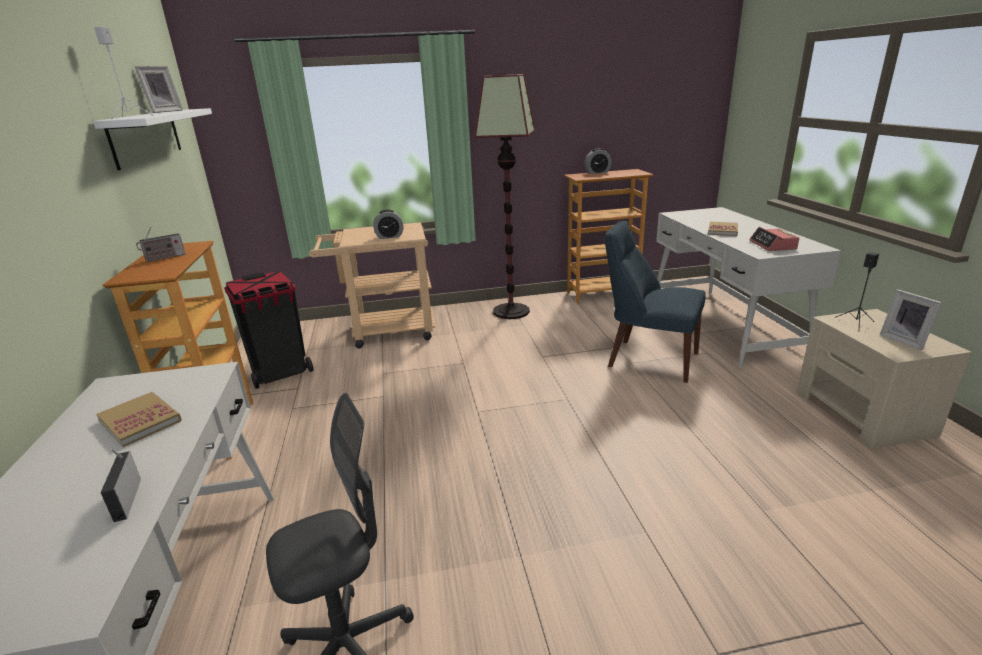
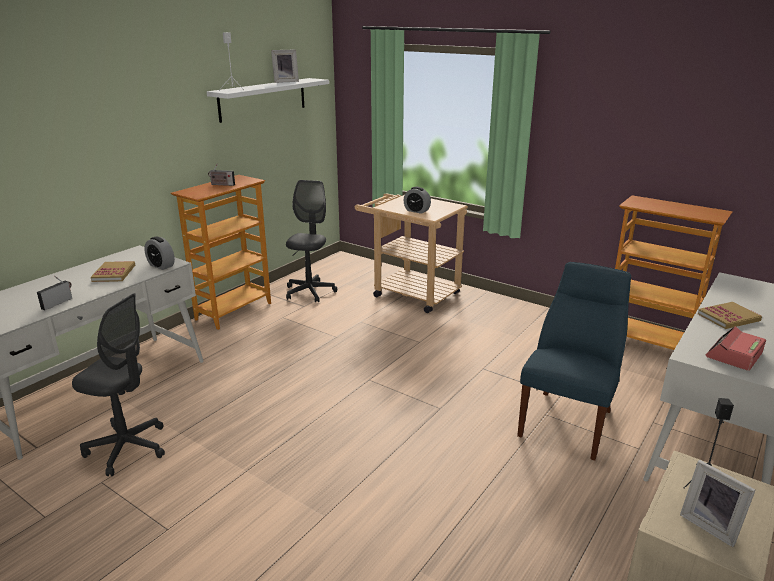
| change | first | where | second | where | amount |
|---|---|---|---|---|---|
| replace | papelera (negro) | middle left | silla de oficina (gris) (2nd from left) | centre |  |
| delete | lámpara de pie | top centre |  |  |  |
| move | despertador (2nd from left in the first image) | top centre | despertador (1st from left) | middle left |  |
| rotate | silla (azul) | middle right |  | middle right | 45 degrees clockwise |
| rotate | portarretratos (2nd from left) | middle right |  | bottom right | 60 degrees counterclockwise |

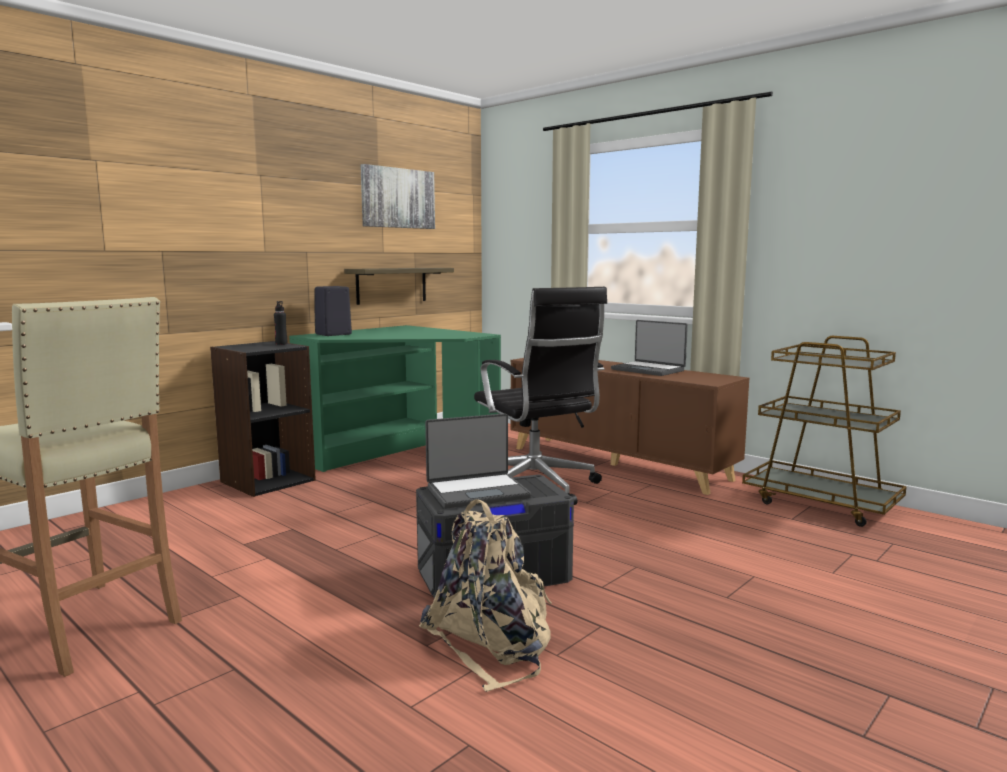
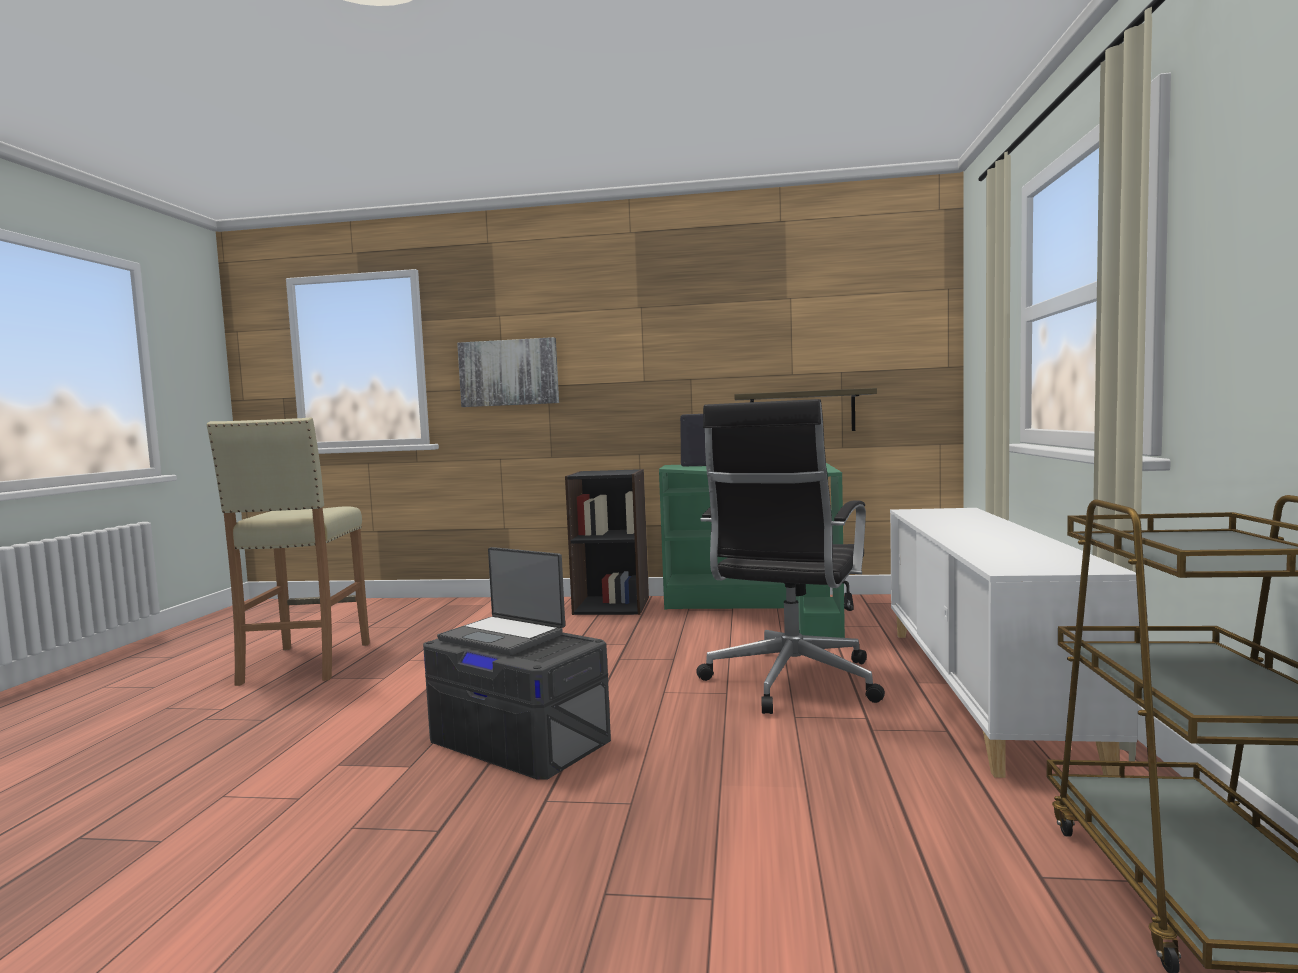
| change | first | where | second | where | amount |
|---|---|---|---|---|---|
| delete | botella (negro) | middle left |  |  |  |
| move | cuadro | top centre |  | centre |  |
| delete | mochila (beis) | bottom centre |  |  |  |
| recolor | armario (marrón) | centre | armario (blanco) | middle right |  |
| delete | portátil (2nd from left) | centre |  |  |  |

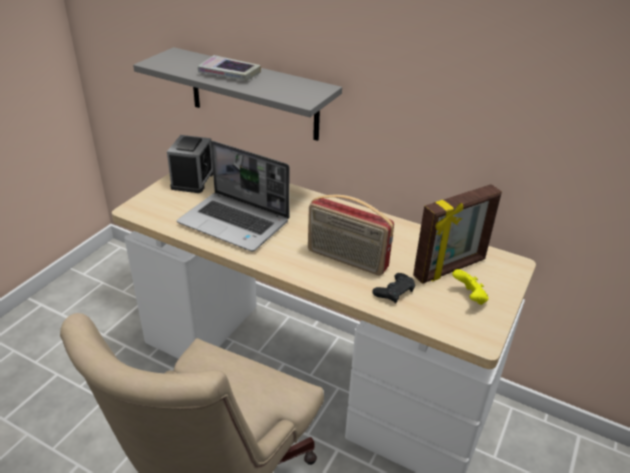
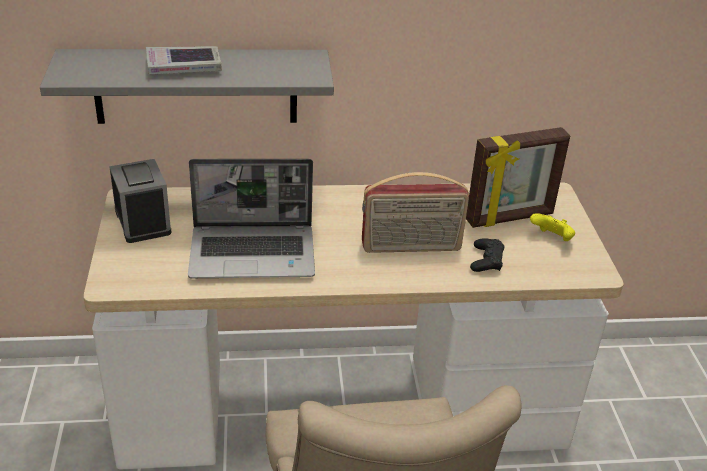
| change | first | where | second | where | amount |
|---|---|---|---|---|---|
| rotate | portarretratos | middle right |  | middle right | 45 degrees clockwise |

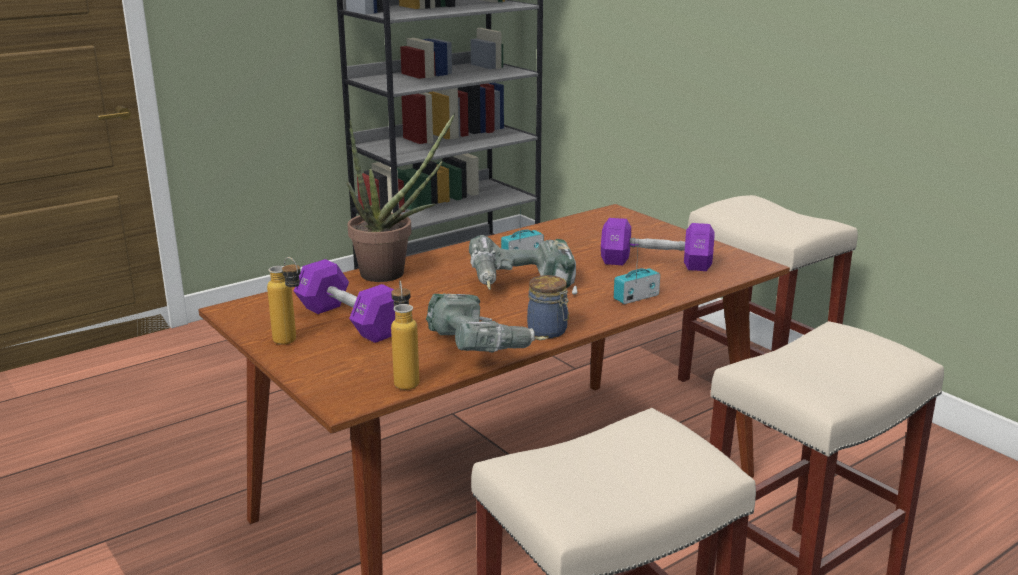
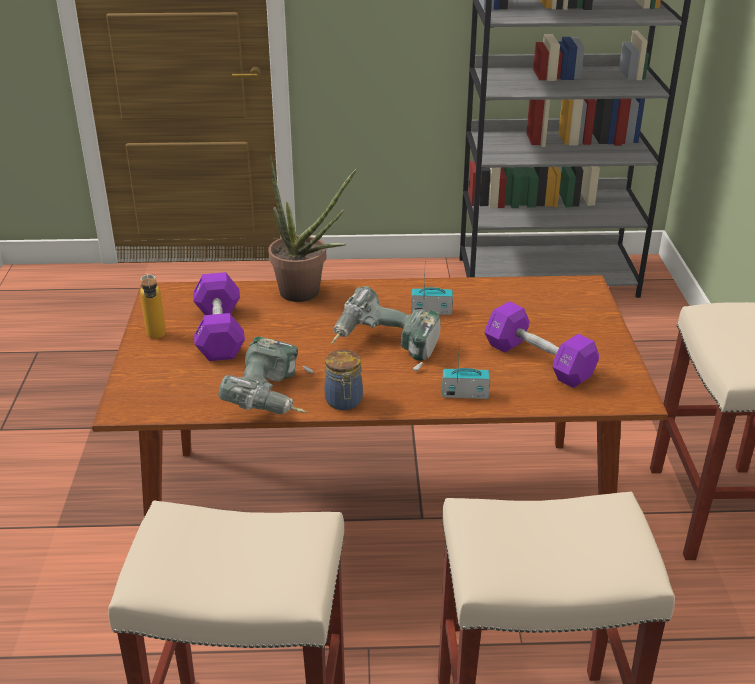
| change | first | where | second | where | amount |
|---|---|---|---|---|---|
| delete | botella (2nd from left) | centre |  |  |  |

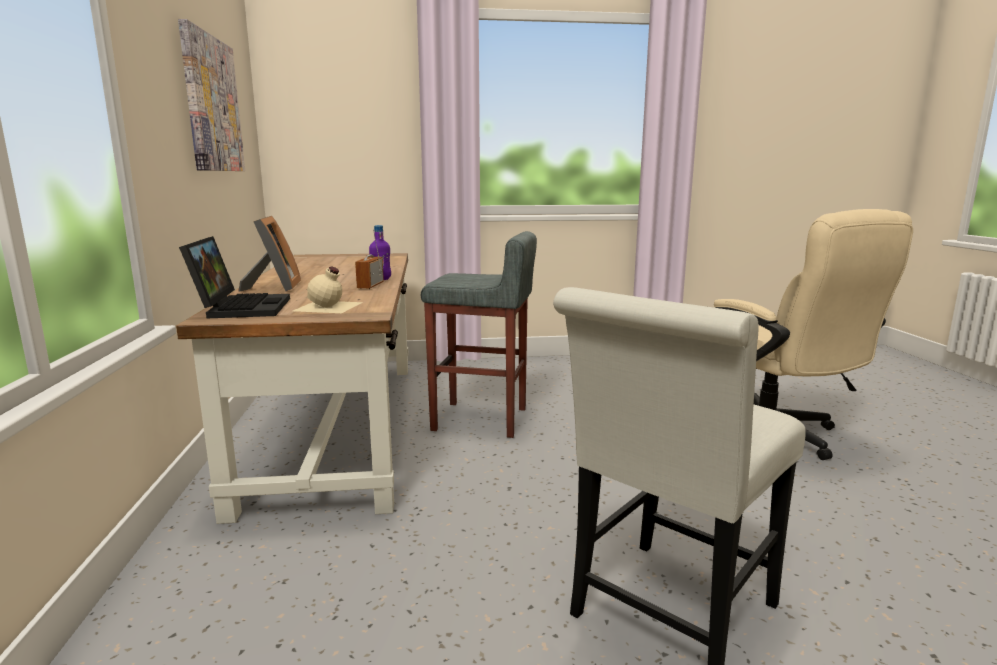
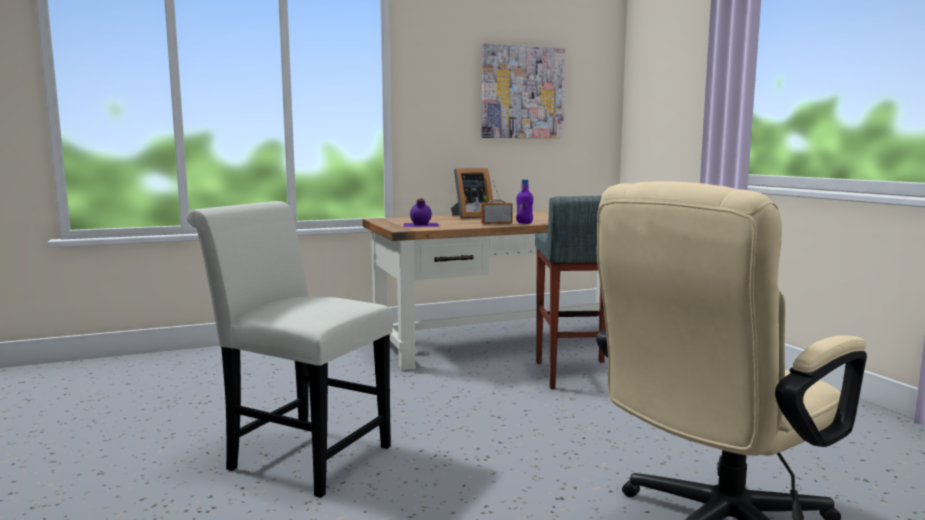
| change | first | where | second | where | amount |
|---|---|---|---|---|---|
| delete | portátil | middle left |  |  |  |
| recolor | botella (beis) | middle left | botella (morado) (1st from left) | centre |  |

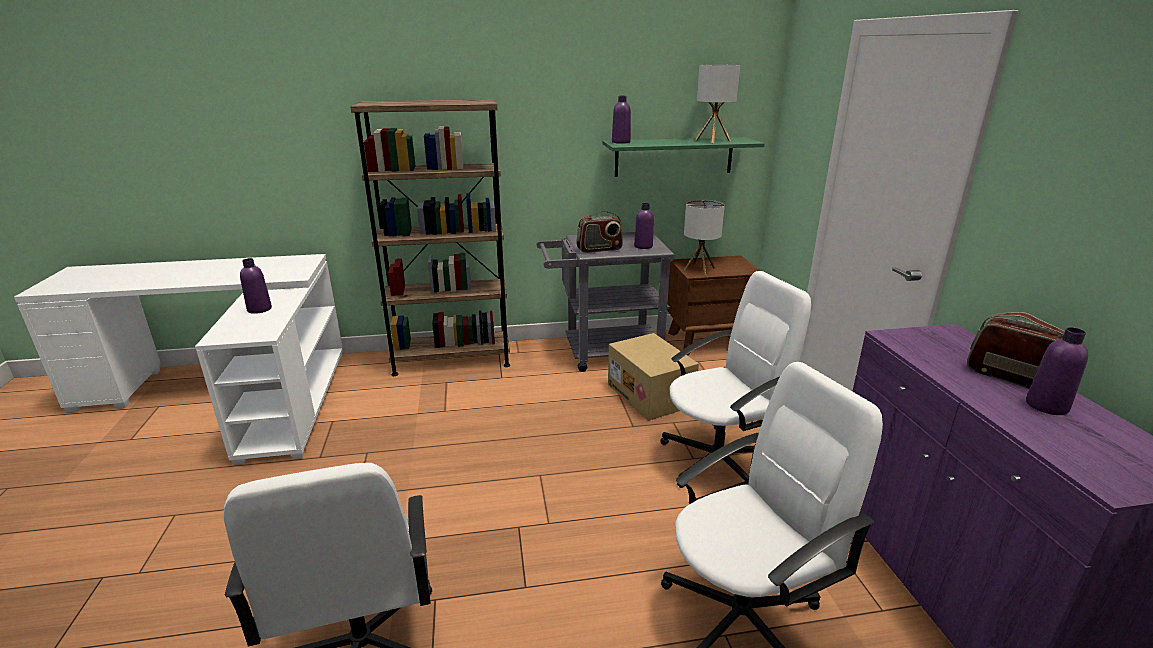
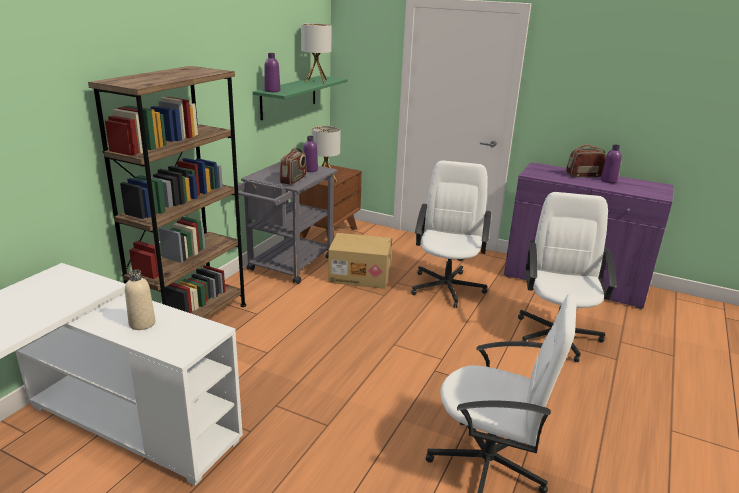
| change | first | where | second | where | amount |
|---|---|---|---|---|---|
| recolor | botella (morado) (1st from left) | middle left | botella (beis) | middle left |  |

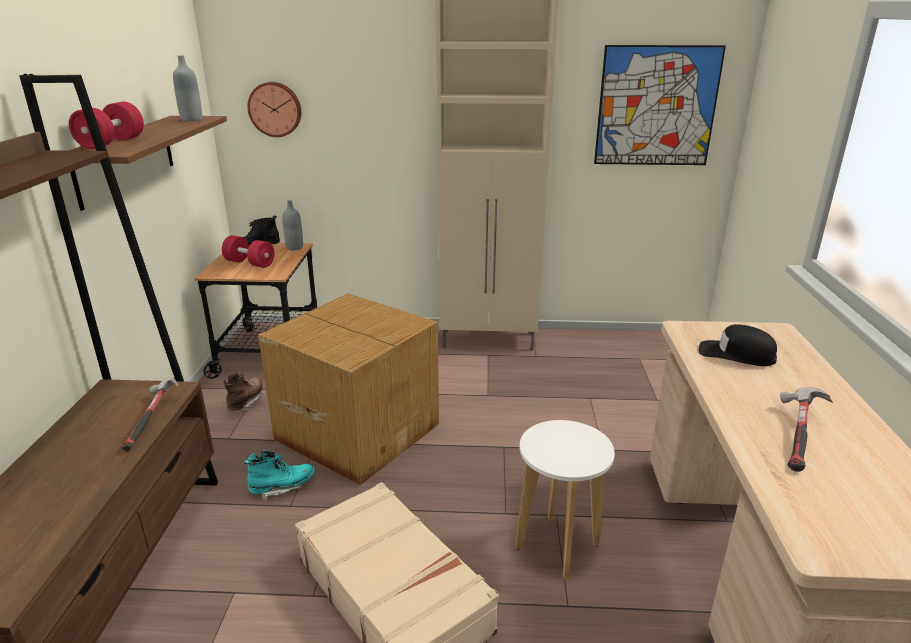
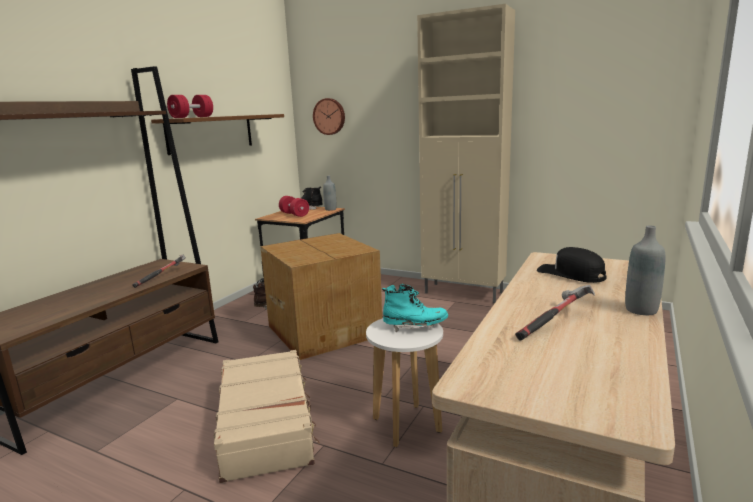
| change | first | where | second | where | amount |
|---|---|---|---|---|---|
| move | botella (gris) (1st from left in the first image) | top left | botella (gris) (2nd from left) | middle right |  |
| move | bota (turquesa) | bottom left |  | centre |  |
| delete | cuadro | top right |  |  |  |

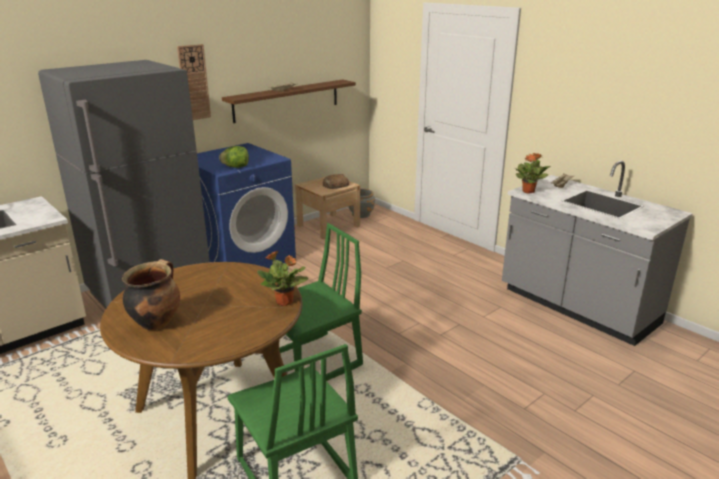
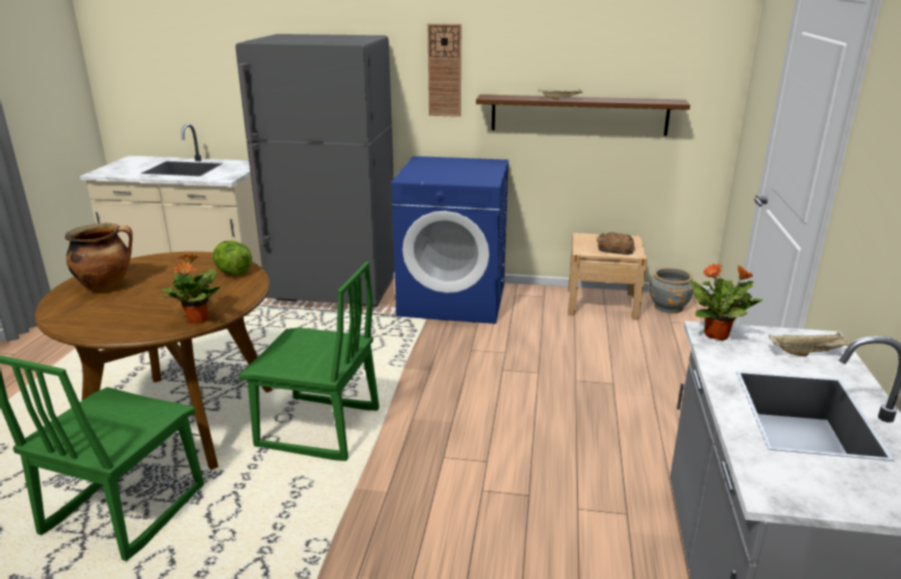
| change | first | where | second | where | amount |
|---|---|---|---|---|---|
| move | lechuga | top left |  | middle left |  |

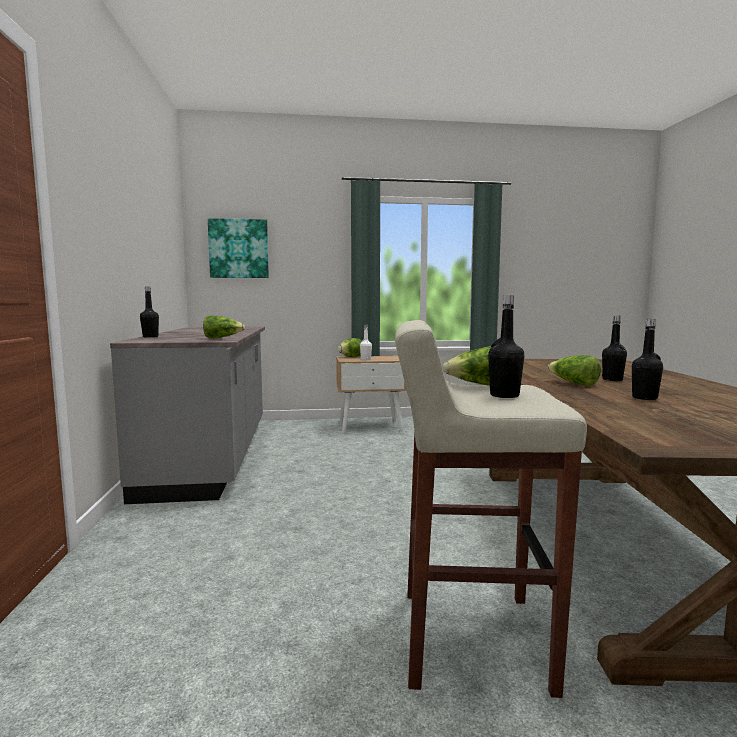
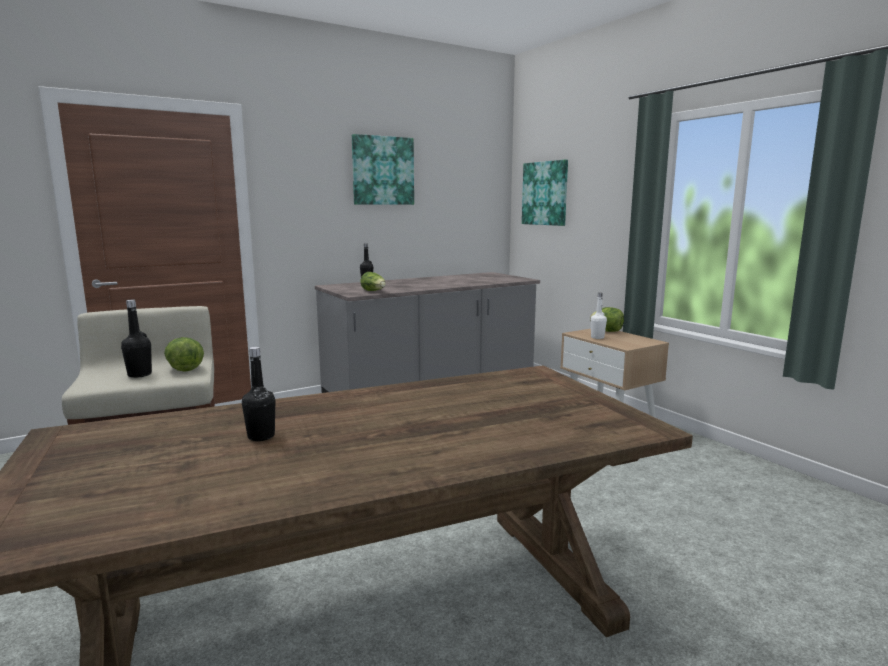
| change | first | where | second | where | amount |
|---|---|---|---|---|---|
| delete | lechuga (4th from left) | middle right |  |  |  |
| delete | botella (negro) (3rd from left) | middle right |  |  |  |
| insert |  |  | cuadro (1st from left) | top centre |  |

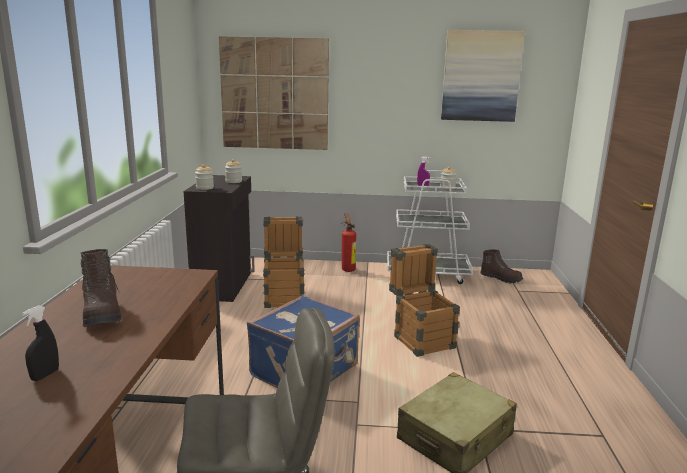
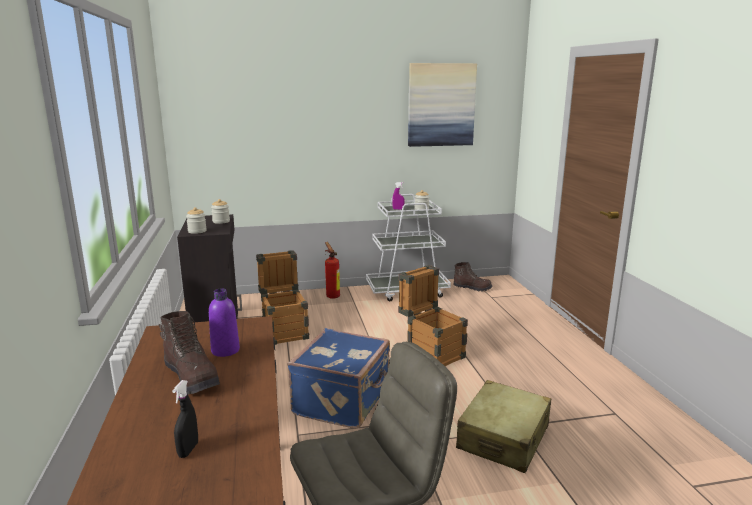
| change | first | where | second | where | amount |
|---|---|---|---|---|---|
| delete | cuadro (1st from left) | top centre |  |  |  |
| insert |  |  | botella (morado) | middle left |  |

